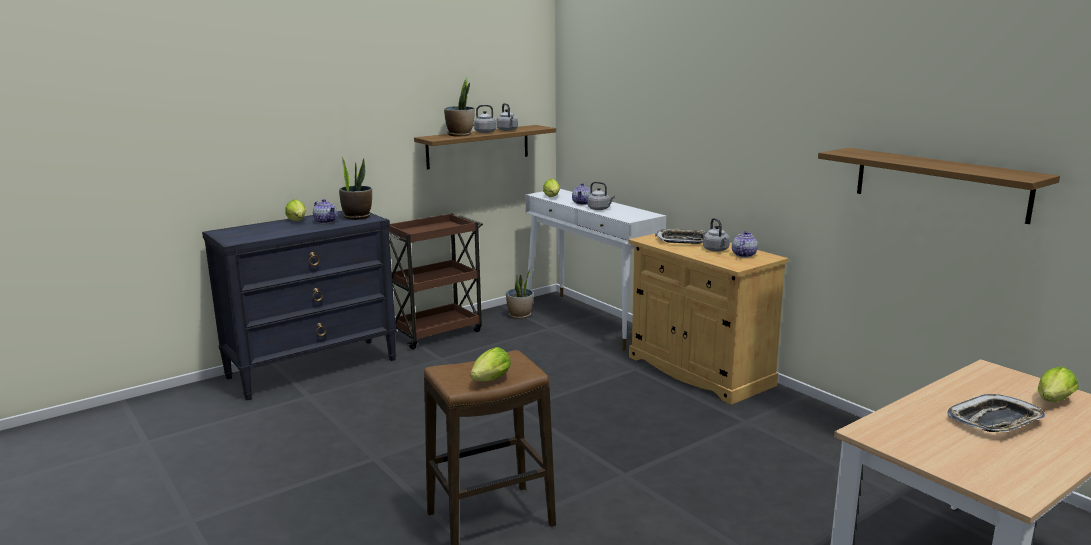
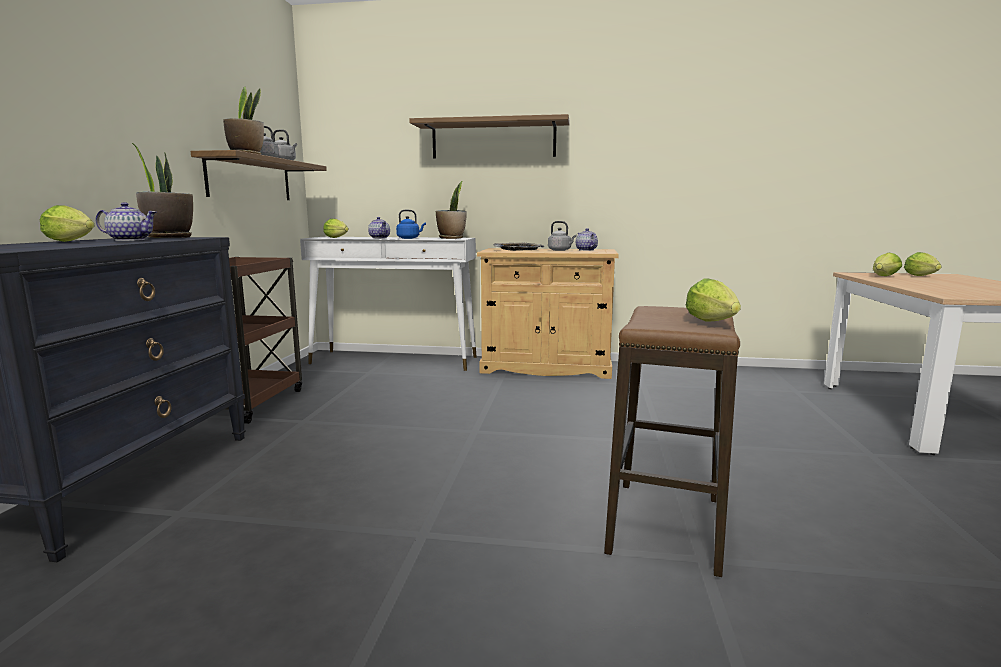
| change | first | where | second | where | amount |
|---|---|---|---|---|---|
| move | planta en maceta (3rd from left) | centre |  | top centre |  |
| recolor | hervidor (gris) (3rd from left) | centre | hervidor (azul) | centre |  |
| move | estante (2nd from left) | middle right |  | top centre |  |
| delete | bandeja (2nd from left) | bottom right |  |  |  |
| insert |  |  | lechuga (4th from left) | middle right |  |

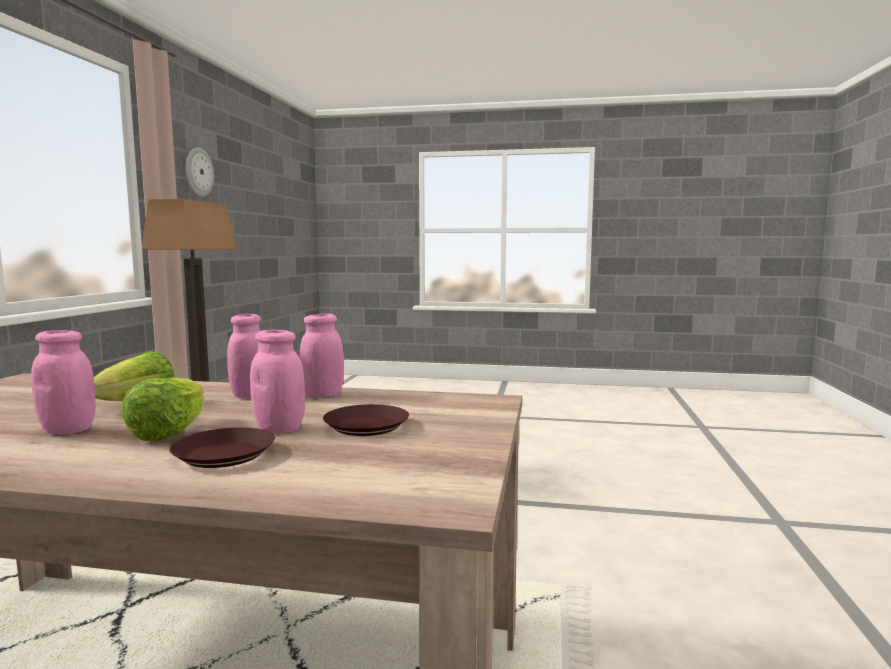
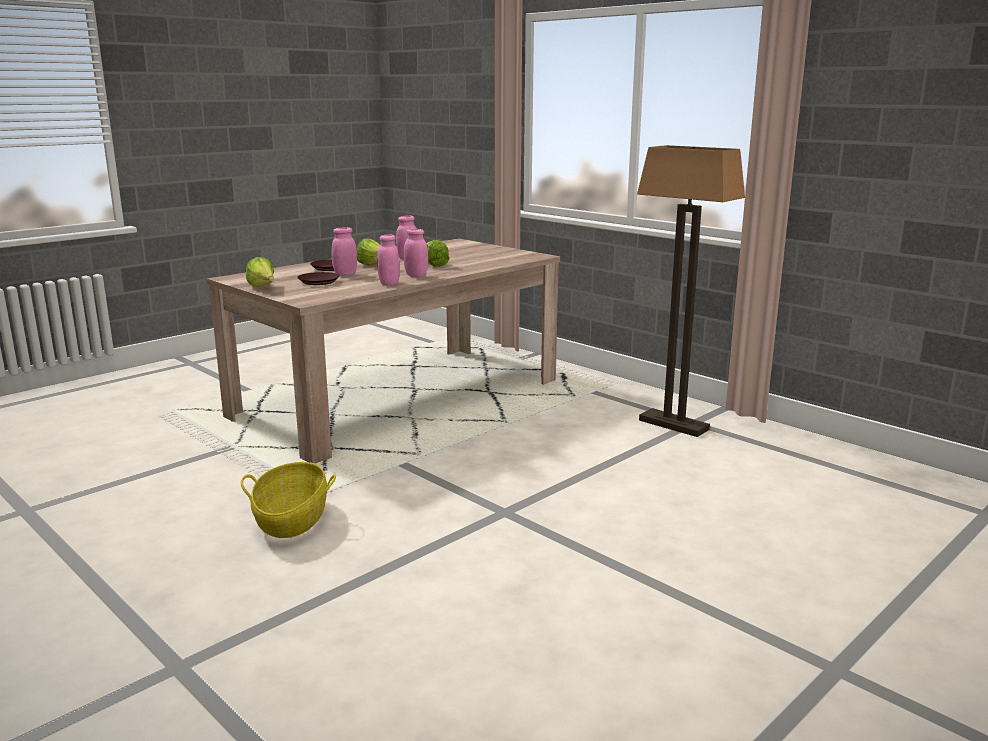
| change | first | where | second | where | amount |
|---|---|---|---|---|---|
| delete | reloj de pared | top left |  |  |  |
| insert |  |  | cesta | bottom left |  |
| insert |  |  | lechuga (1st from left) | middle left |  |

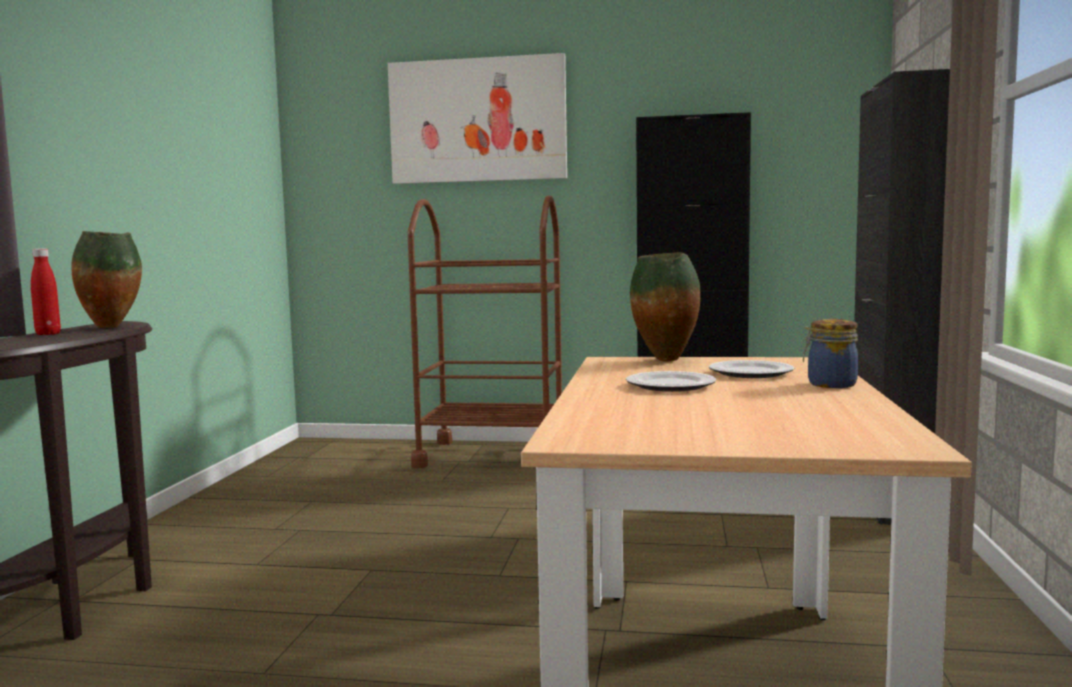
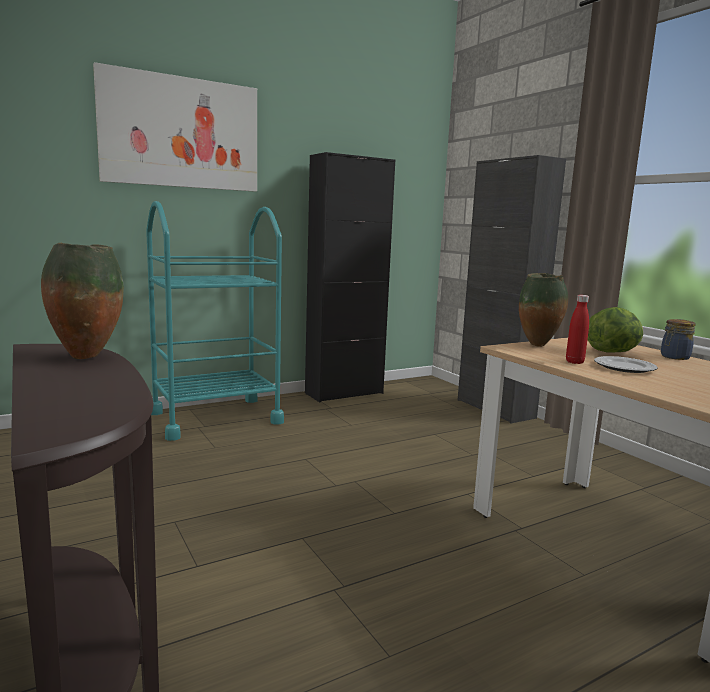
| change | first | where | second | where | amount |
|---|---|---|---|---|---|
| move | botella (rojo) | middle left |  | middle right |  |
| recolor | carrito (marrón) | centre | carrito (turquesa) | middle left |  |
| replace | plato (2nd from left) | middle right | lechuga | middle right |  |

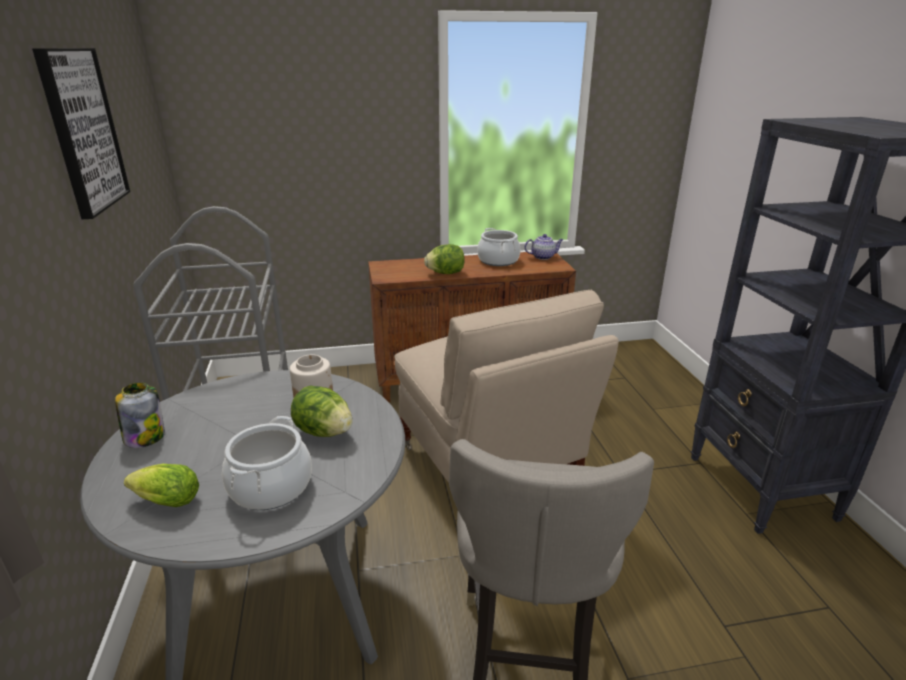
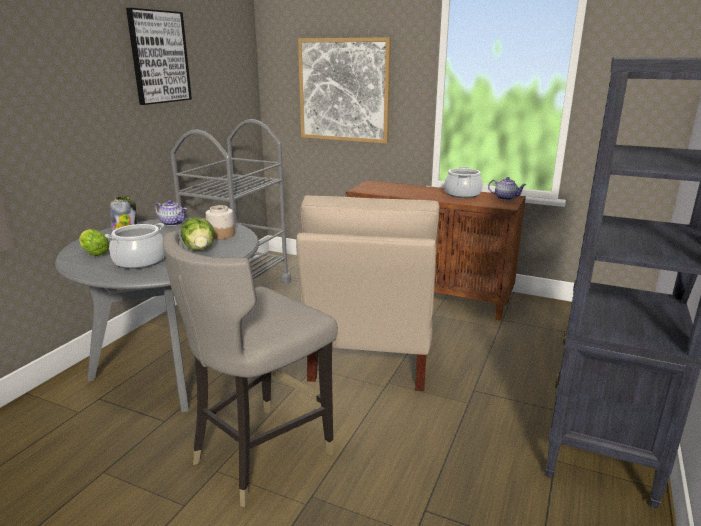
| change | first | where | second | where | amount |
|---|---|---|---|---|---|
| delete | lechuga (3rd from left) | centre |  |  |  |
| insert |  |  | tetera (1st from left) | middle left |  |
| insert |  |  | cuadro (2nd from left) | top centre |  |

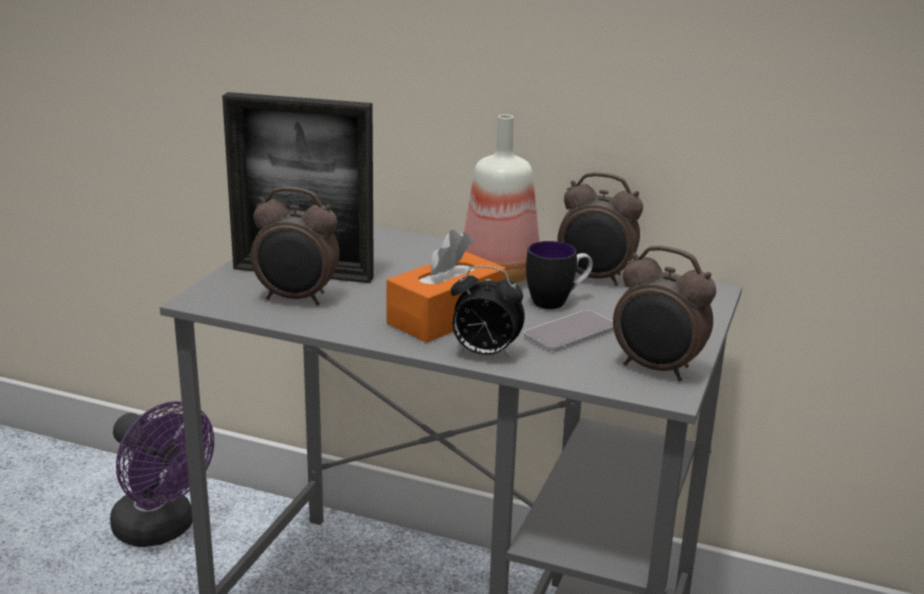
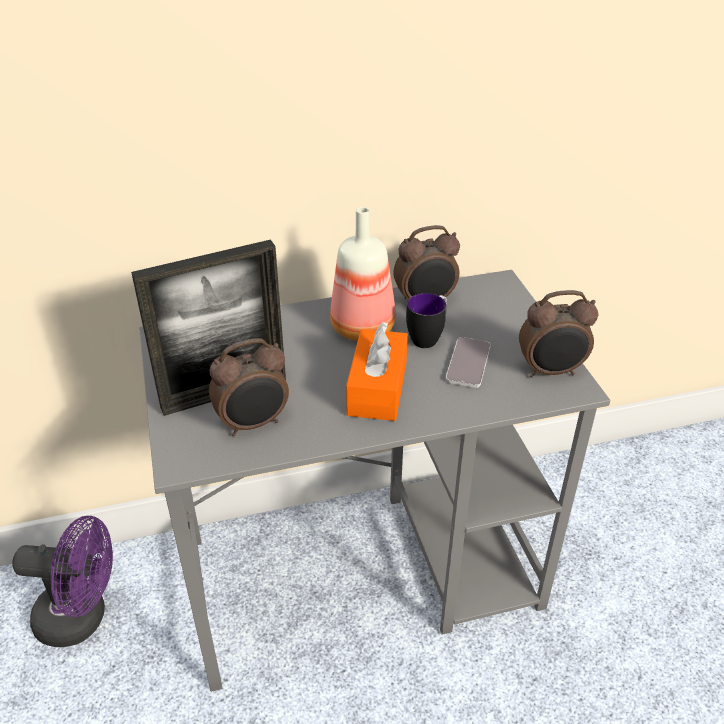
| change | first | where | second | where | amount |
|---|---|---|---|---|---|
| delete | despertador (2nd from left) | centre |  |  |  |

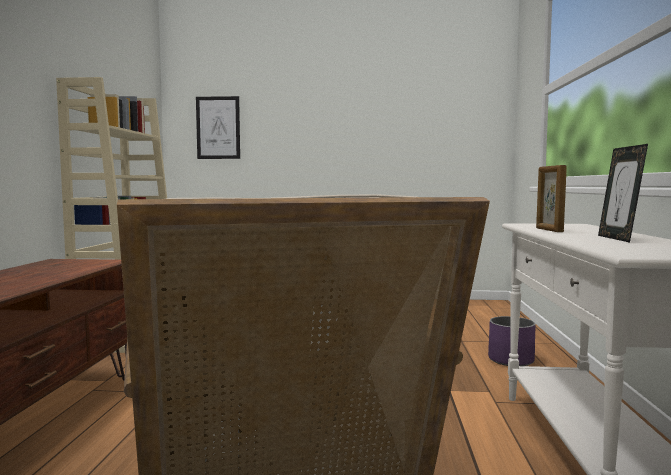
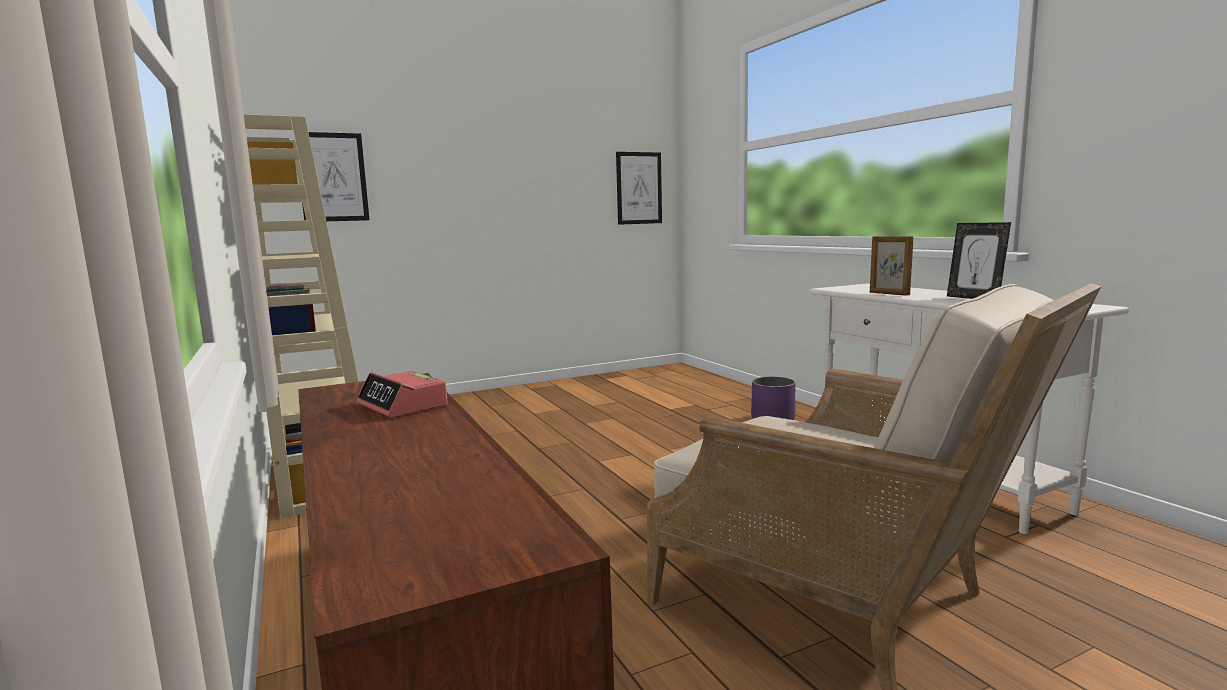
| change | first | where | second | where | amount |
|---|---|---|---|---|---|
| insert |  |  | despertador | middle left |  |
| insert |  |  | cuadro (2nd from left) | top centre |  |

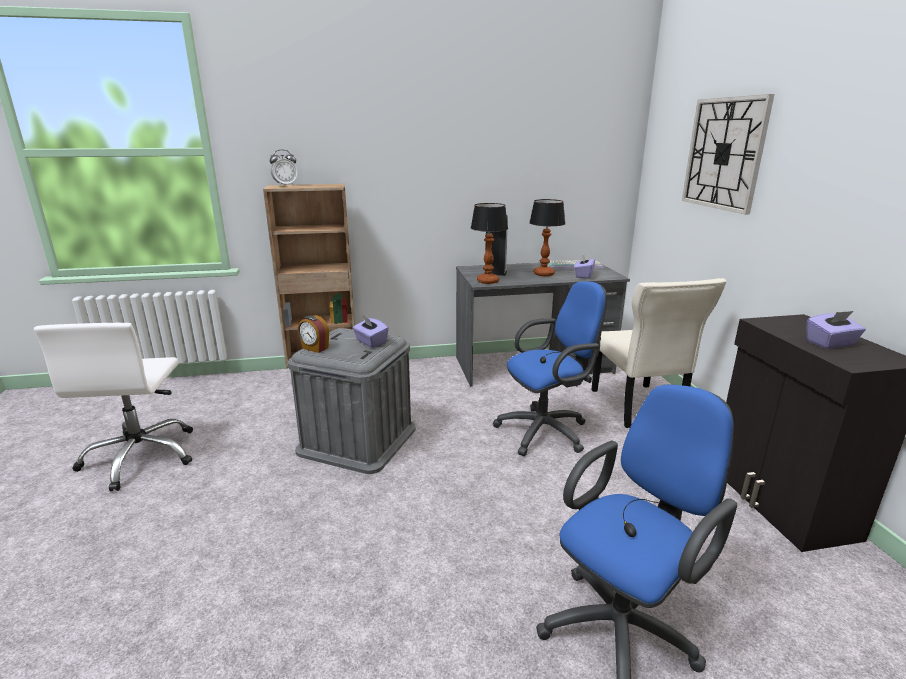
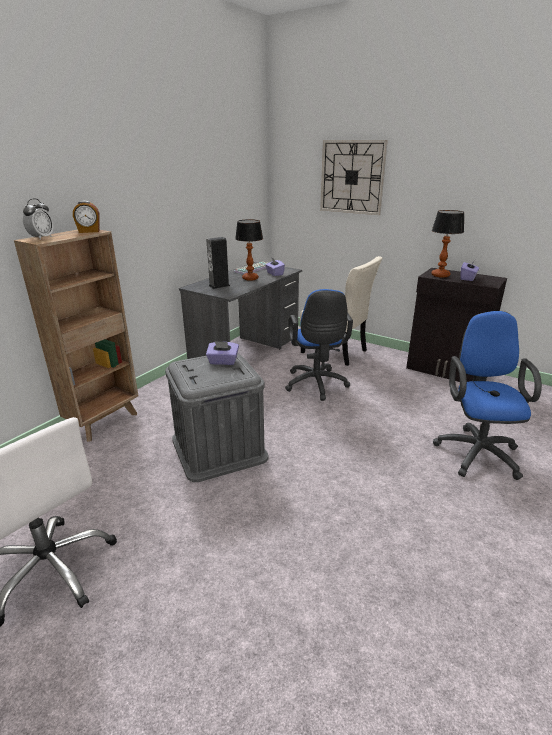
| change | first | where | second | where | amount |
|---|---|---|---|---|---|
| move | despertador (2nd from left) | centre |  | top left |  |
| move | lámpara de mesa (1st from left in the first image) | centre | lámpara de mesa (2nd from left) | top right |  |
| rotate | silla de oficina (azul) (1st from left) | centre |  | centre | 150 degrees clockwise |

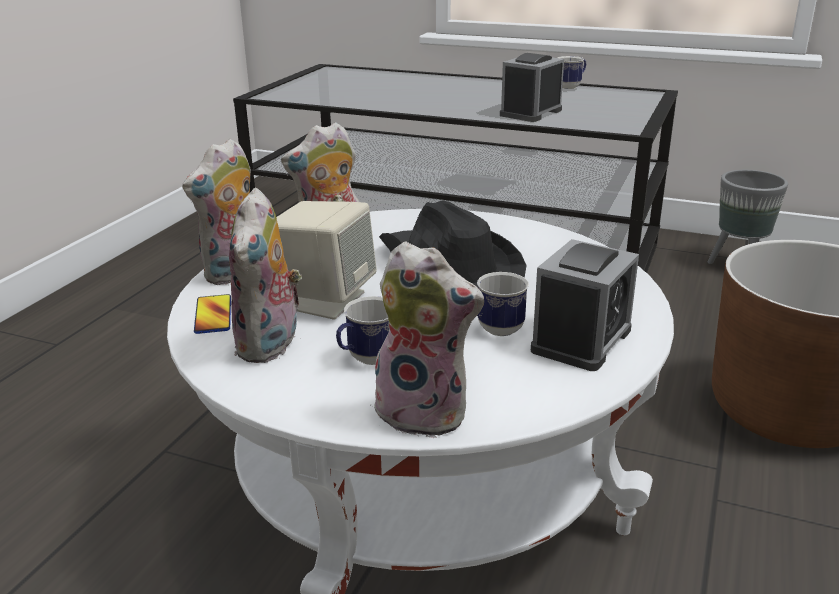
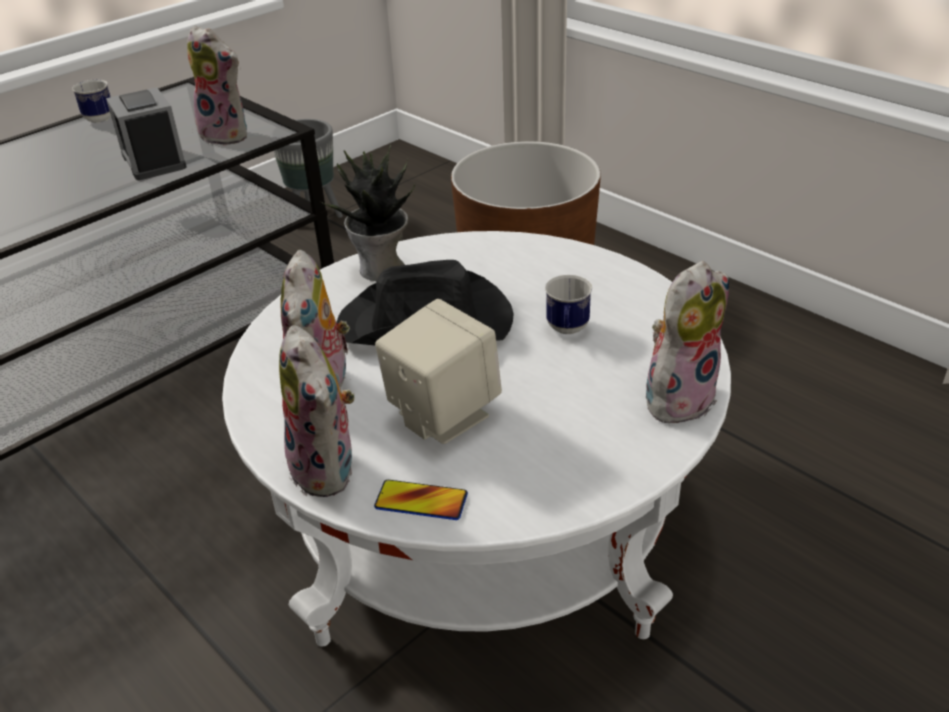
| change | first | where | second | where | amount |
|---|---|---|---|---|---|
| move | peluche (2nd from left in the first image) | middle left | peluche (1st from left) | top left |  |
| delete | taza grande (1st from left) | centre |  |  |  |
| delete | despertador (2nd from left) | middle right |  |  |  |
| insert |  |  | planta en maceta | top centre |  |

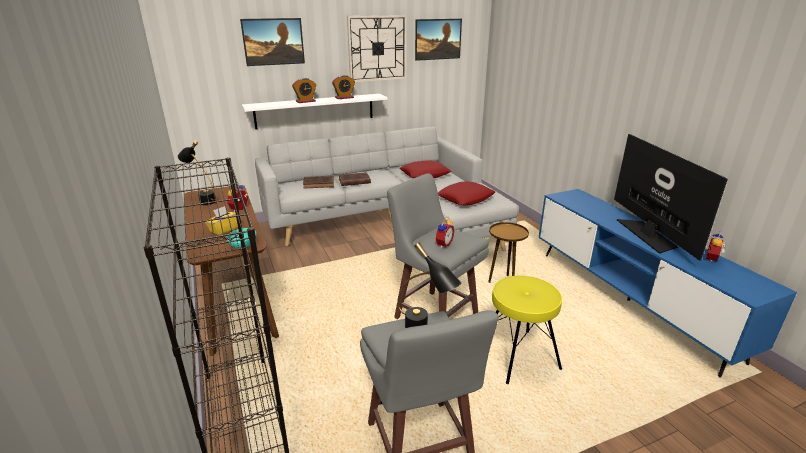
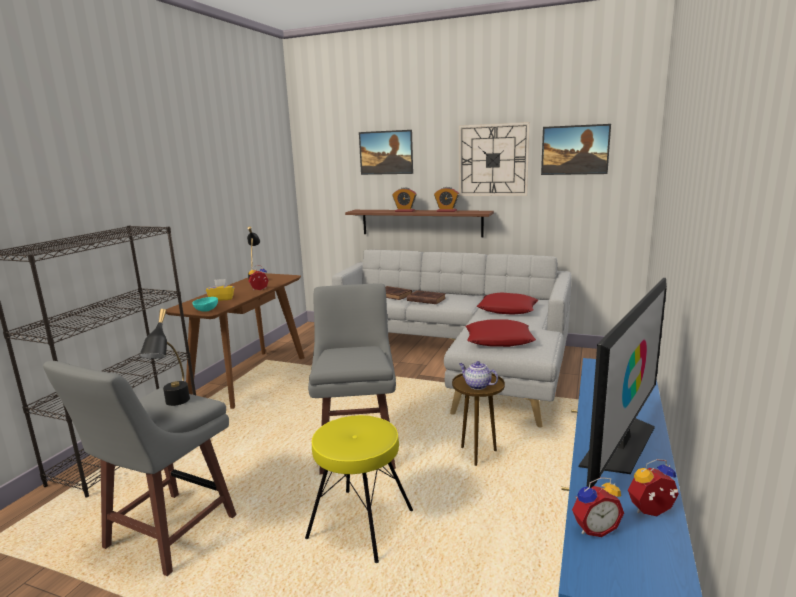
| change | first | where | second | where | amount |
|---|---|---|---|---|---|
| recolor | estante (blanco) | top centre | estante (marrón) | centre |  |
| move | despertador (4th from left) | centre |  | bottom right |  |
| insert |  |  | tetera | centre |  |

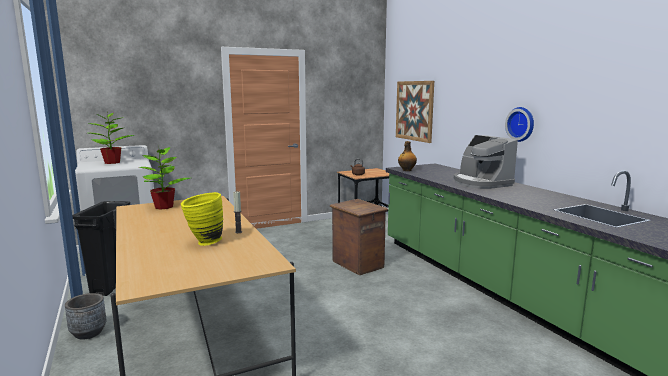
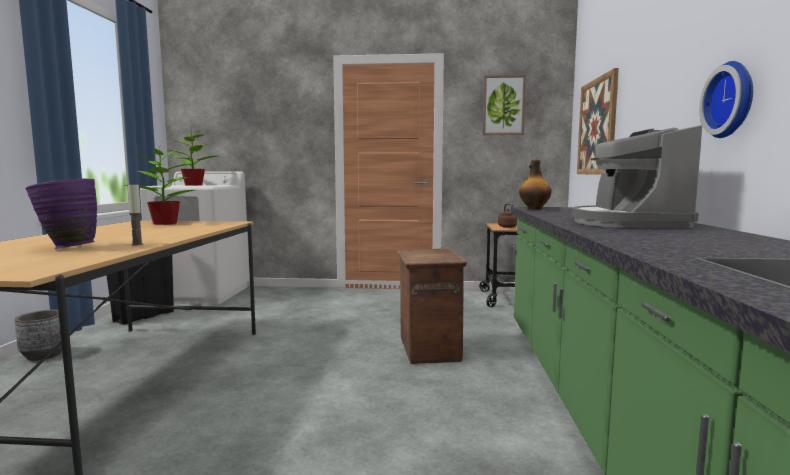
| change | first | where | second | where | amount |
|---|---|---|---|---|---|
| recolor | florero (amarillo) | middle left | florero (morado) | middle left |  |
| insert |  |  | cuadro (1st from left) | top centre |  |

